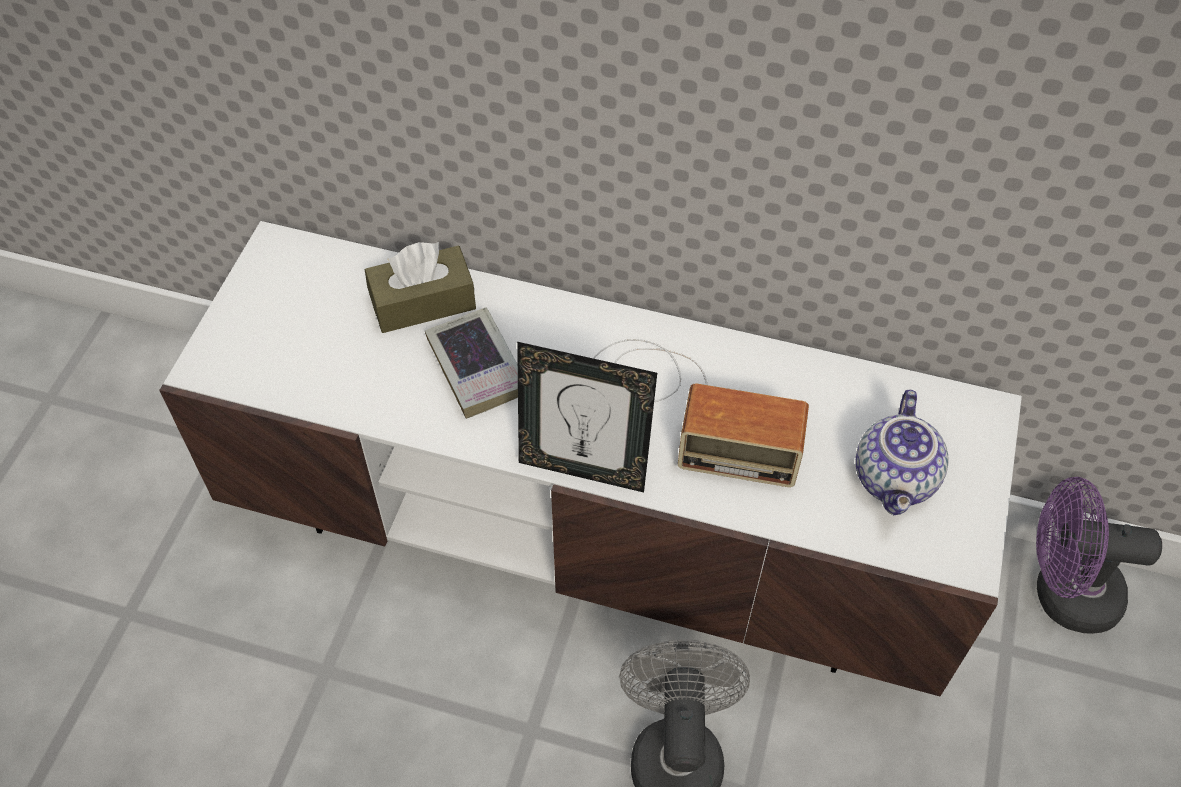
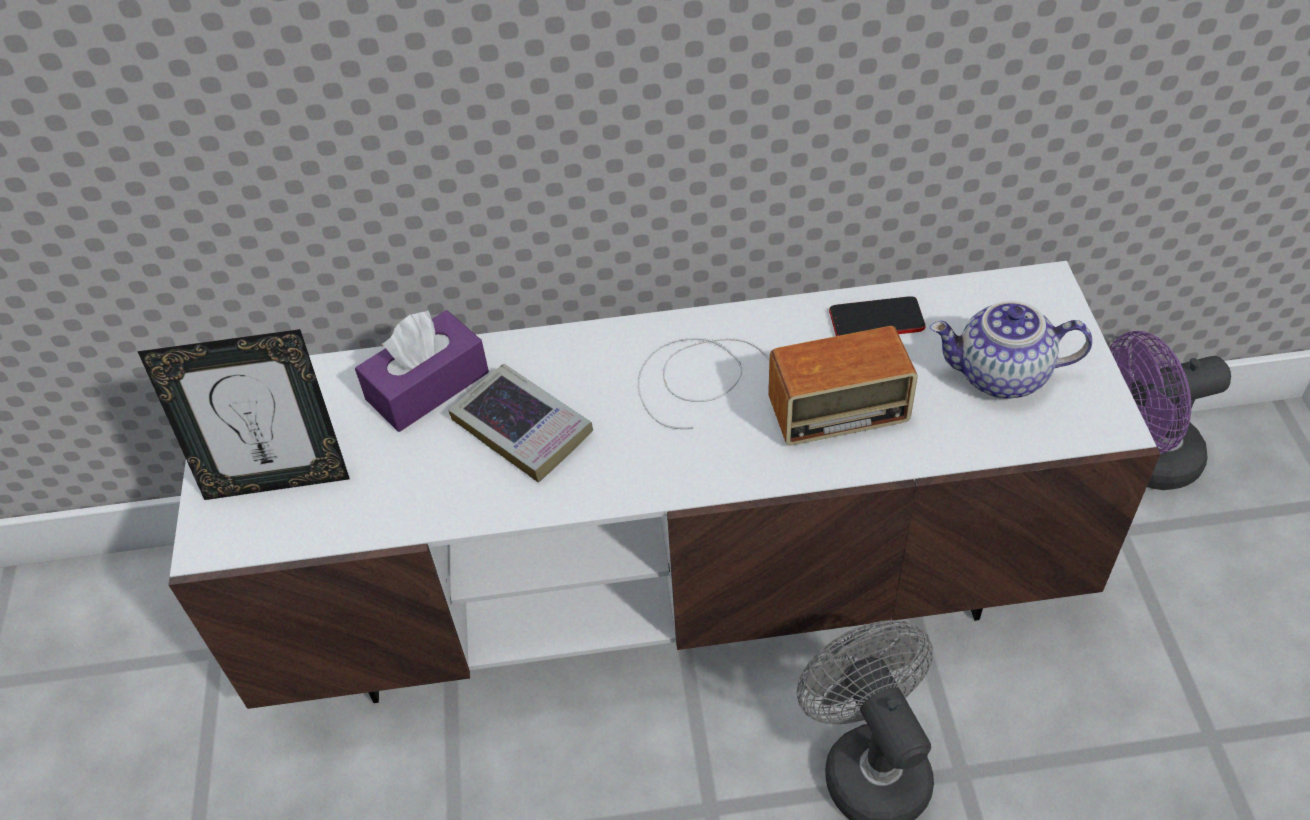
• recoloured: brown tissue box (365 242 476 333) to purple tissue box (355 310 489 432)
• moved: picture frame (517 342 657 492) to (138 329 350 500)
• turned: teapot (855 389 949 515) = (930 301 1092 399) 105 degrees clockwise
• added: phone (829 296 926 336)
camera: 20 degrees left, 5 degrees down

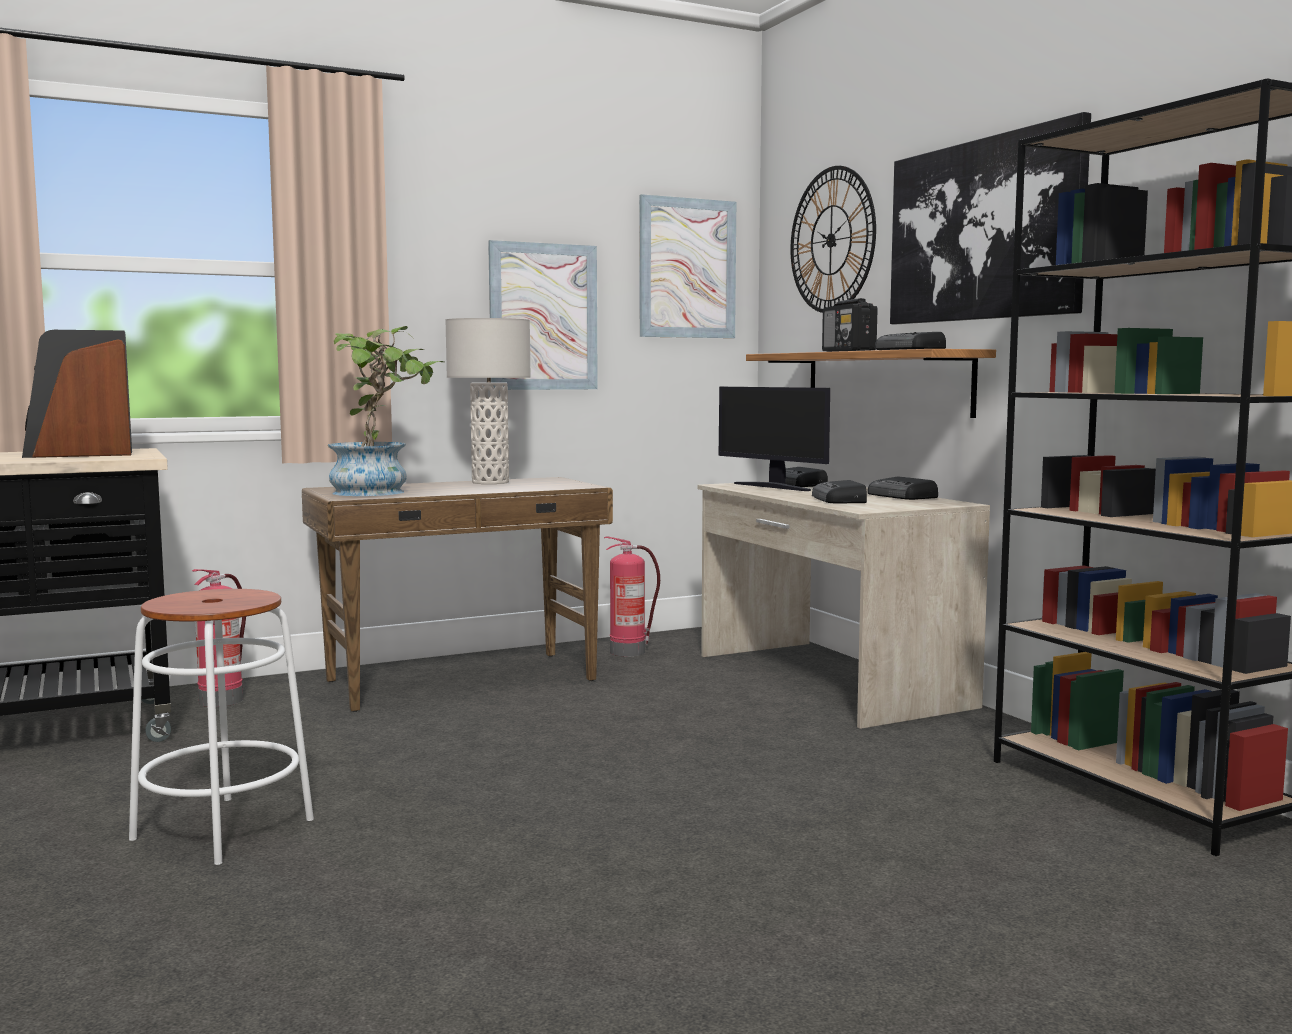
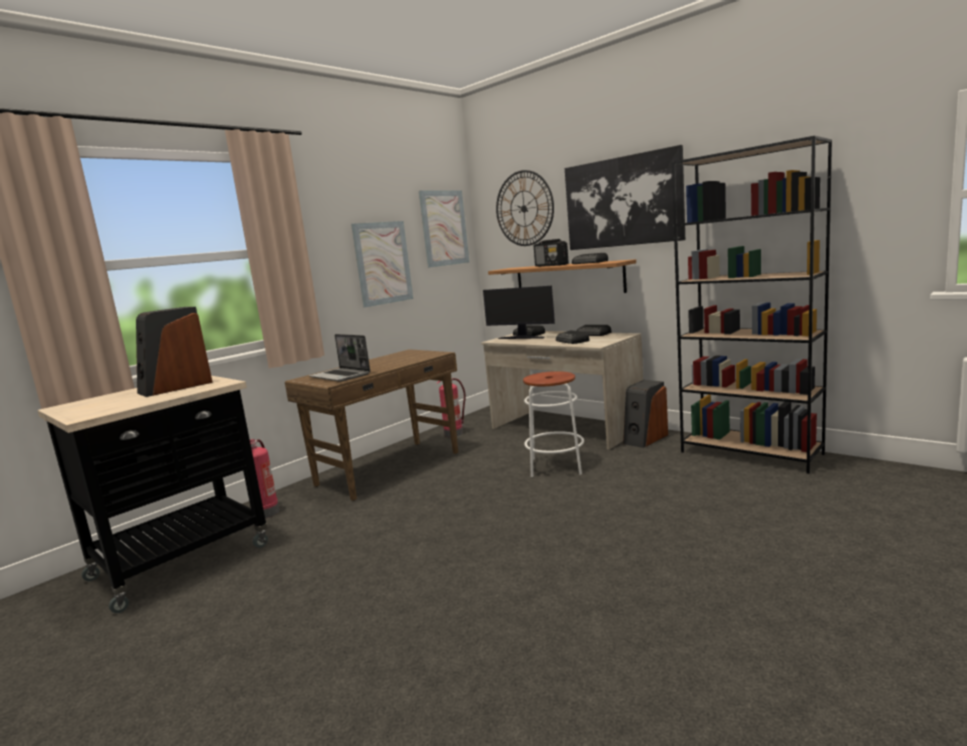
• removed: white table lamp (446 318 530 484)
• replaced: potted plant (328 326 444 496) to laptop (309 334 370 382)
• moved: white stool (129 589 314 865) to (523 371 584 477)
• added: speaker (623 380 668 448)
camera: 20 degrees left, 5 degrees up

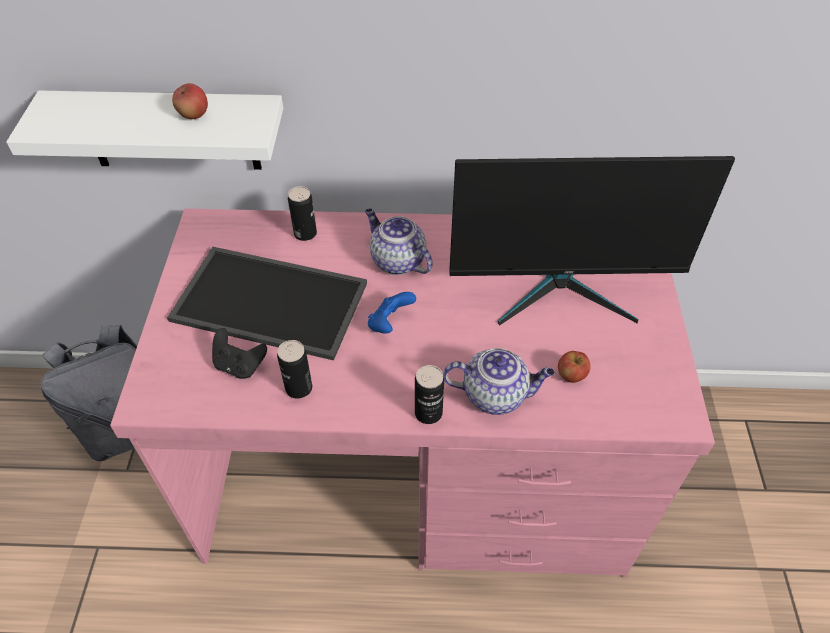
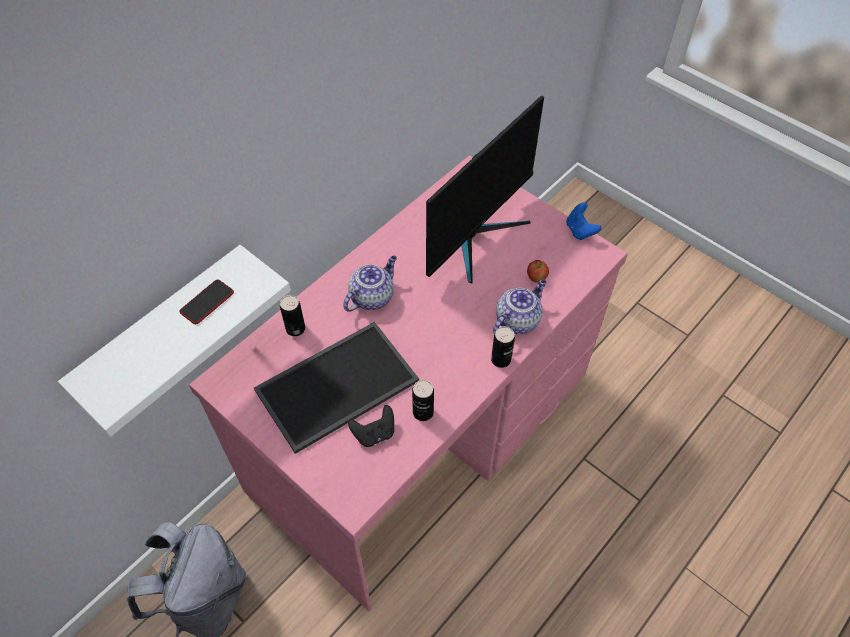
• replaced: apple (172 83 208 119) to phone (179 279 234 324)
• turned: teapot (365 208 433 275) = (343 256 397 312) 135 degrees clockwise
• moved: blue game controller (368 292 416 334) to (566 202 601 240)
camera: 50 degrees left, 5 degrees up

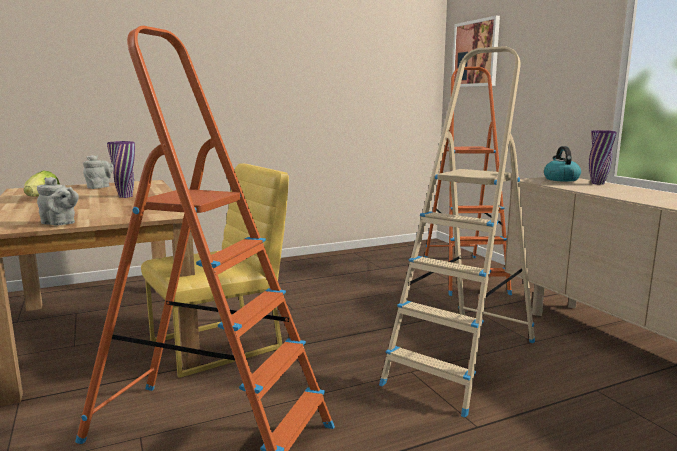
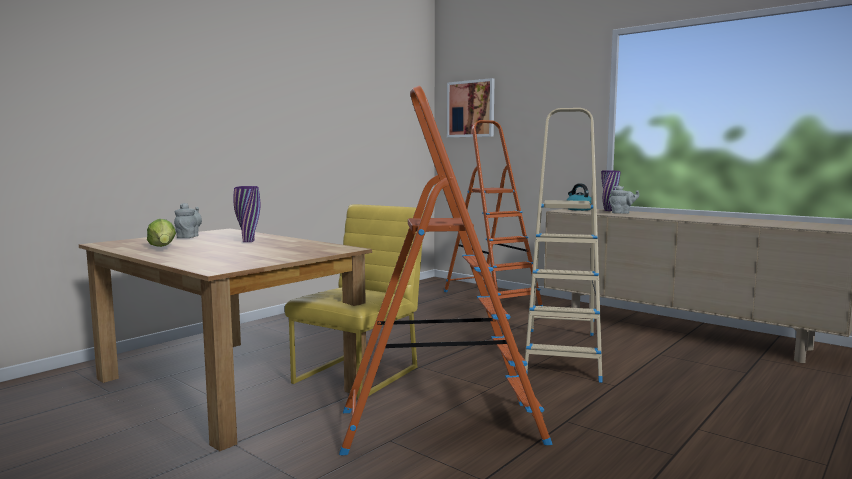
• moved: grey teapot (37 177 79 225) to (610 186 639 213)
camera: 25 degrees left, 5 degrees down

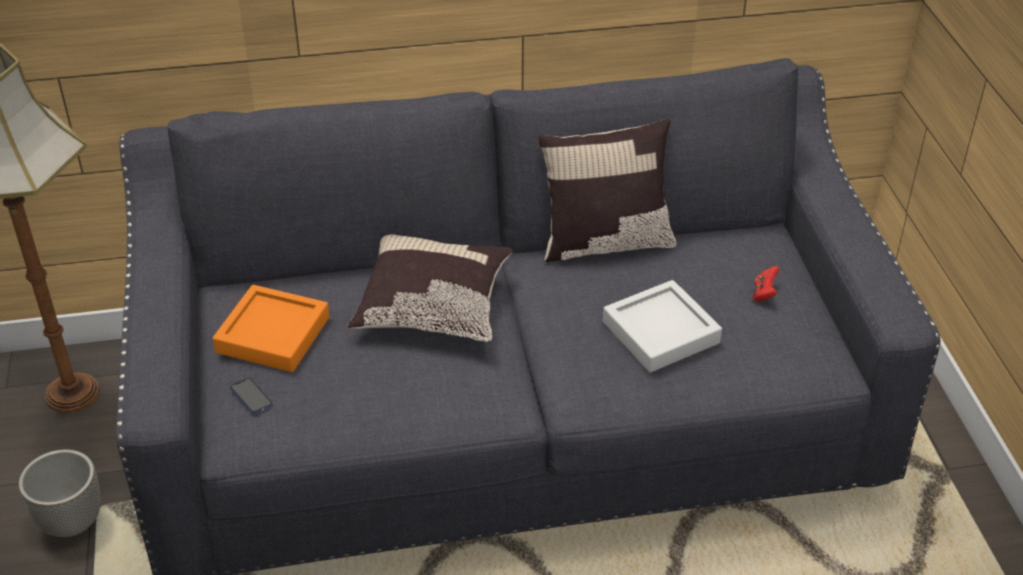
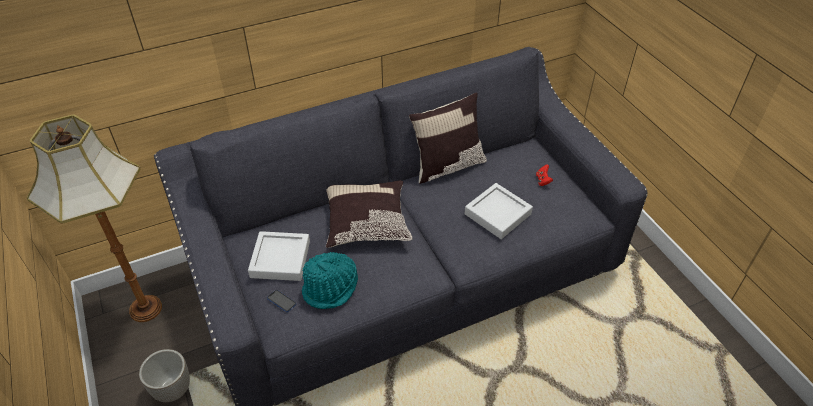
• recoloured: orange tray (212 285 330 372) to grey tray (248 231 310 281)
• added: turquoise hat (302 252 358 309)
camera: 15 degrees left, 5 degrees up

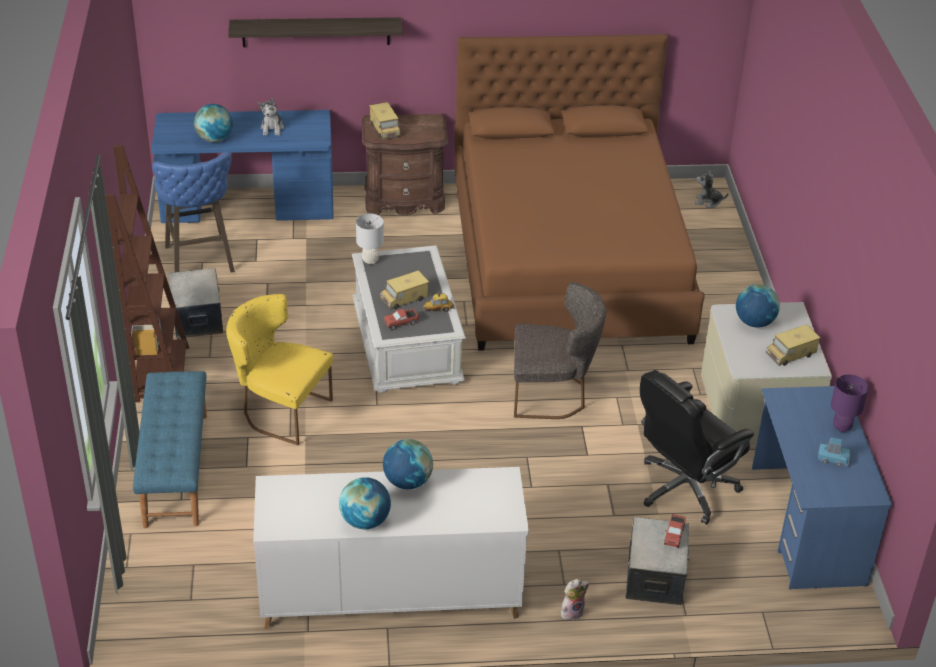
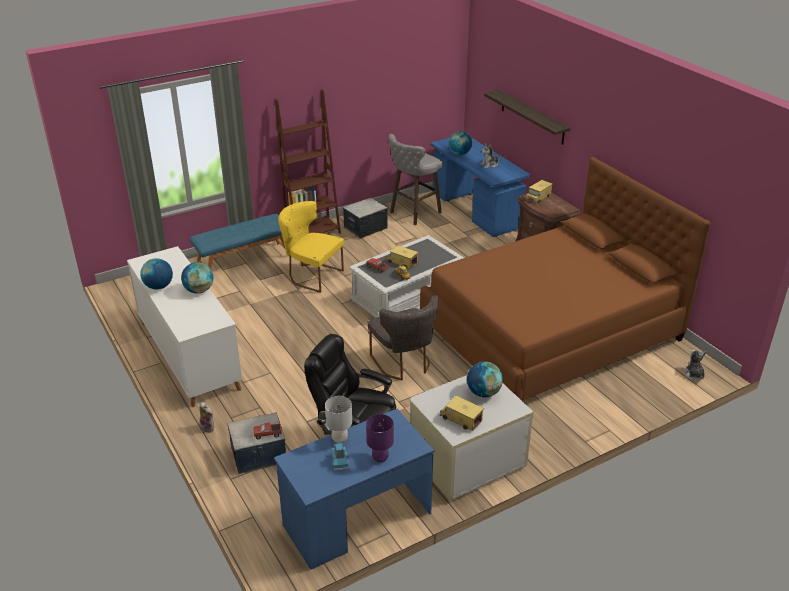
• recoloured: blue stool (152 151 235 273) to grey stool (389 134 443 225)
• moved: grey table lamp (356 214 384 264) to (325 396 352 443)
• turned: yellow chair (226 294 333 445) = (278 201 344 293) 60 degrees counterclockwise
camera: 65 degrees right, 5 degrees down

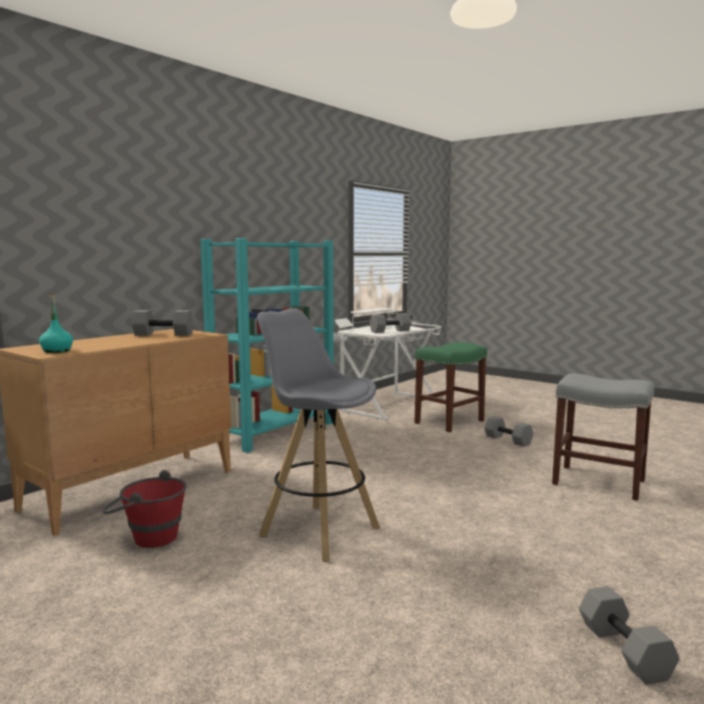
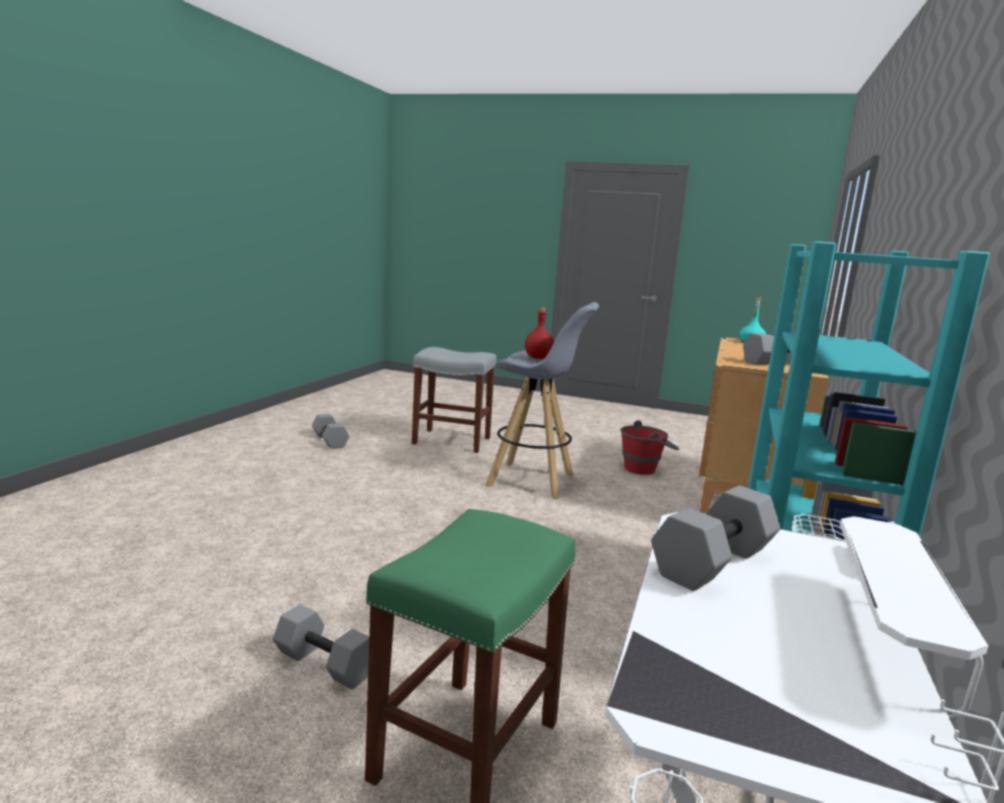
• moved: grey stool (552 373 654 501) to (412 347 497 453)
• added: red bottle (525 307 554 359)
camera: 160 degrees right, 5 degrees up

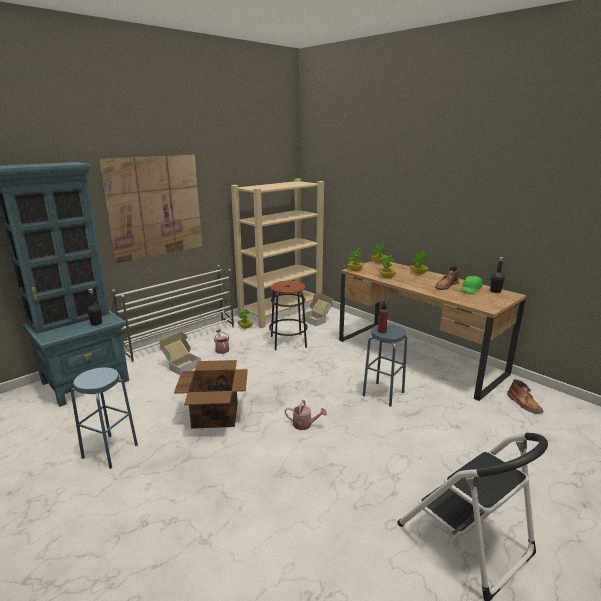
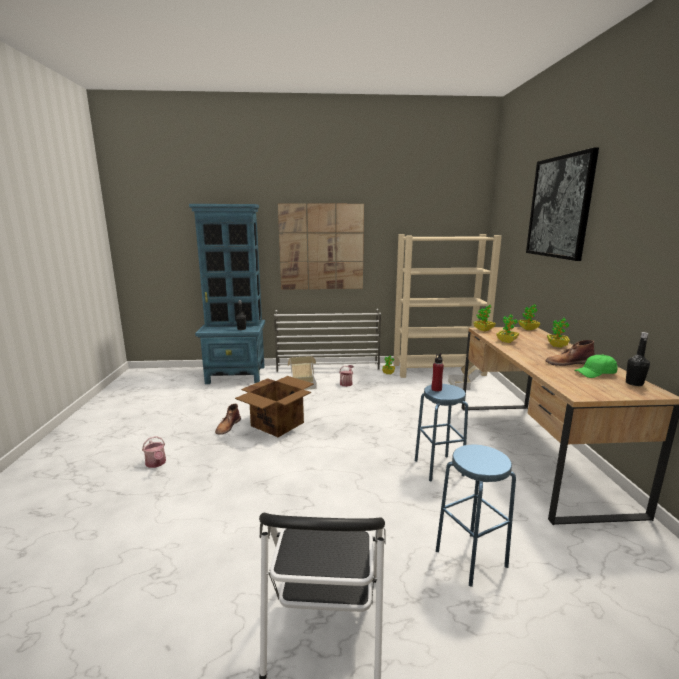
• removed: black stool (269 281 308 350)
• moved: blue stool (71 367 138 469) to (436 445 516 587)
• moved: brown boot (507 379 543 414) to (215 404 241 435)
• moved: watering can (285 400 327 430) to (142 436 166 468)
• added: picture (526 147 599 261)
camera: 40 degrees right, 5 degrees down

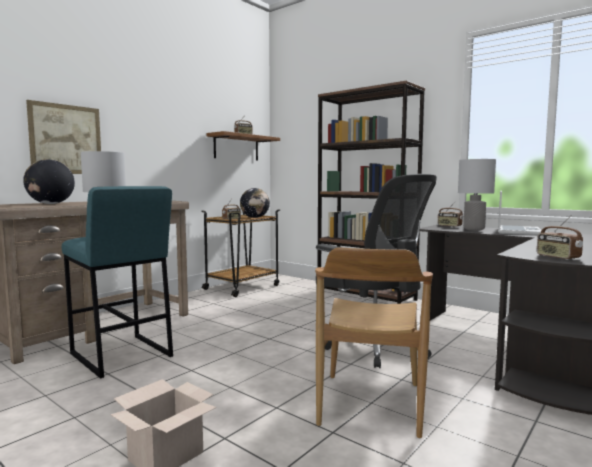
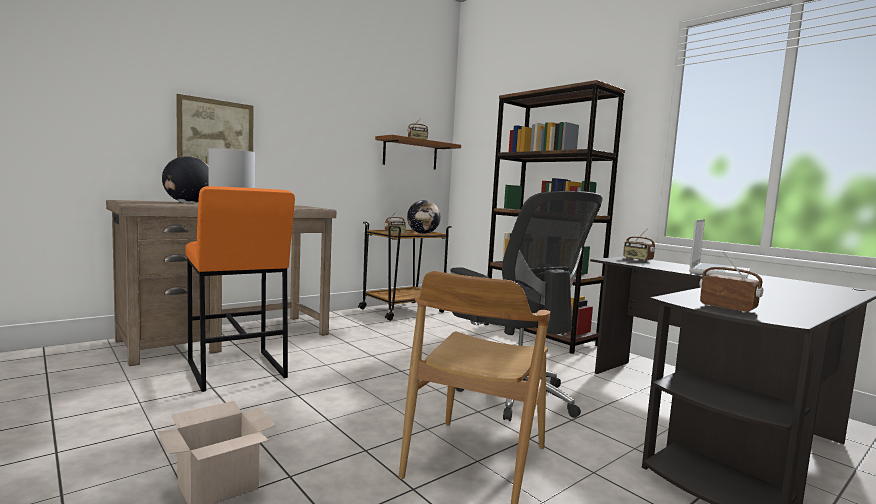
• removed: grey table lamp (458 159 496 231)
• recoloured: turquoise stool (62 186 173 379) to orange stool (185 186 295 392)
• turned: radio (537 215 583 260) = (699 252 763 313) 150 degrees clockwise
camera: 10 degrees right, 0 degrees up

